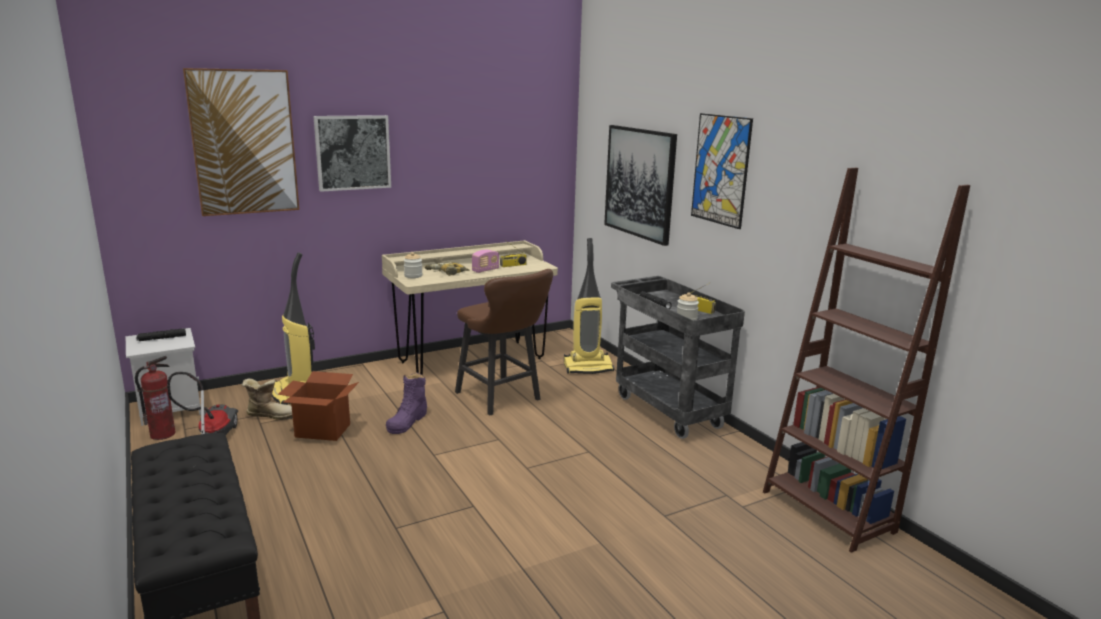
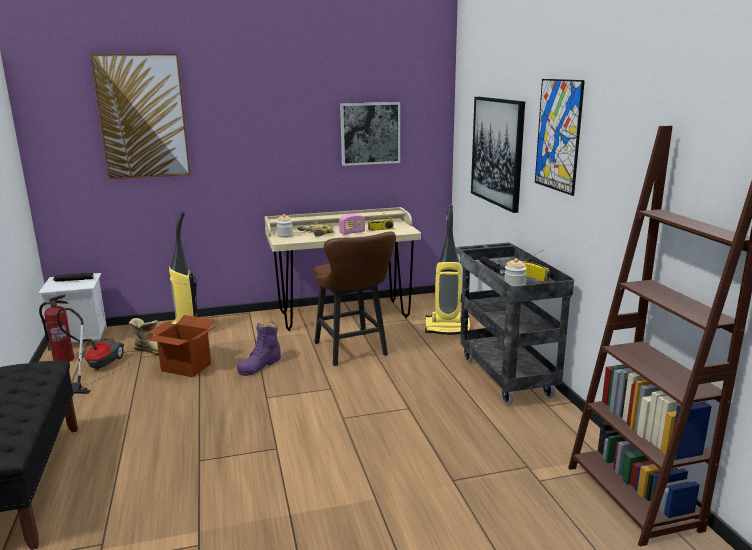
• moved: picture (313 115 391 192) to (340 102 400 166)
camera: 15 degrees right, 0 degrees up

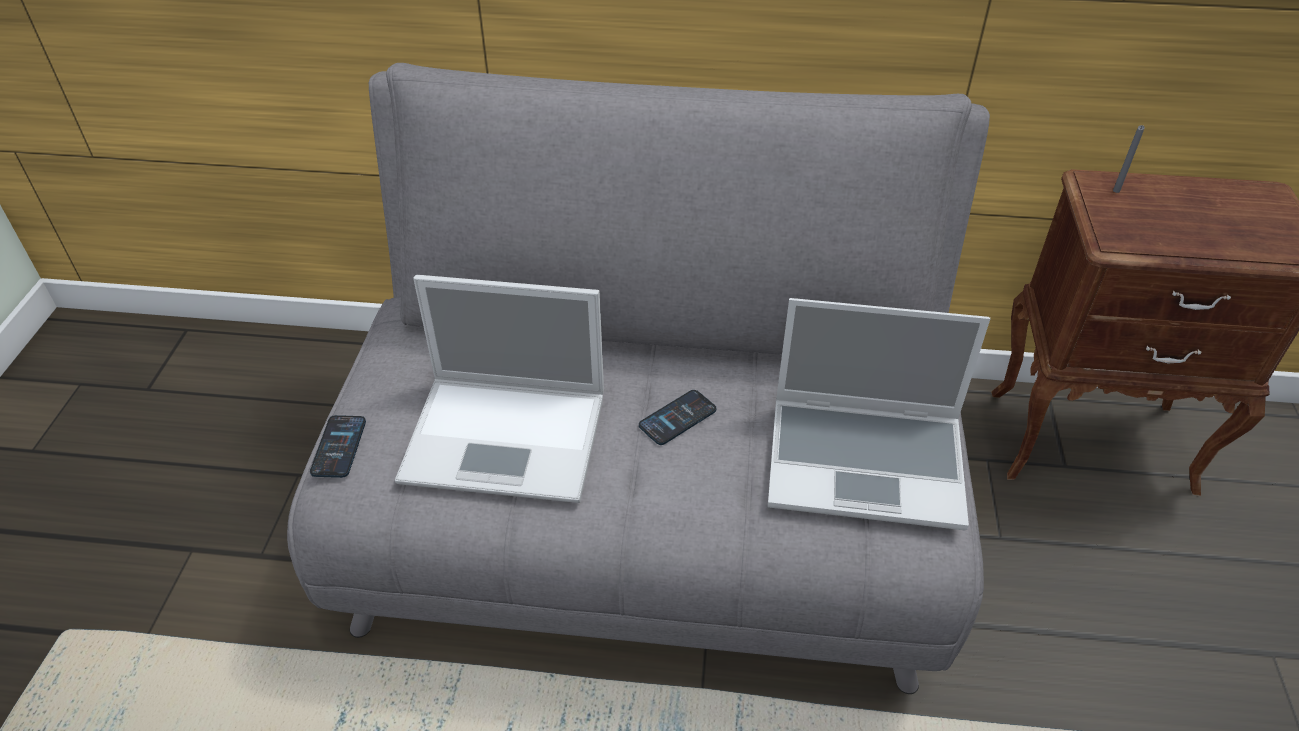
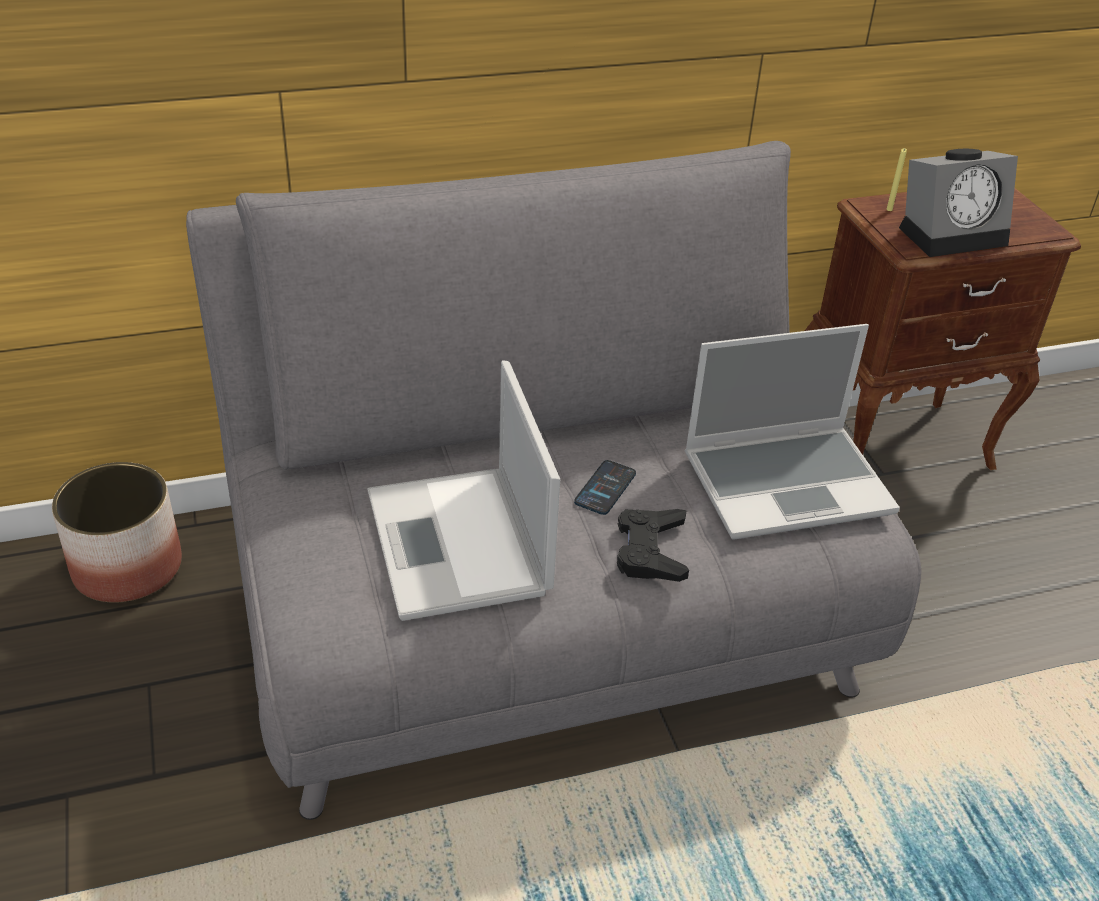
• recoloured: grey candle (1113 125 1145 193) to yellow candle (887 148 907 211)
• turned: laptop (395 275 604 503) = (367 361 560 621) 90 degrees clockwise
• removed: phone (310 415 366 478)
• added: alarm clock (899 149 1018 257)
• added: planter (52 462 182 603)
• added: black game controller (617 509 689 582)
camera: 25 degrees left, 5 degrees down

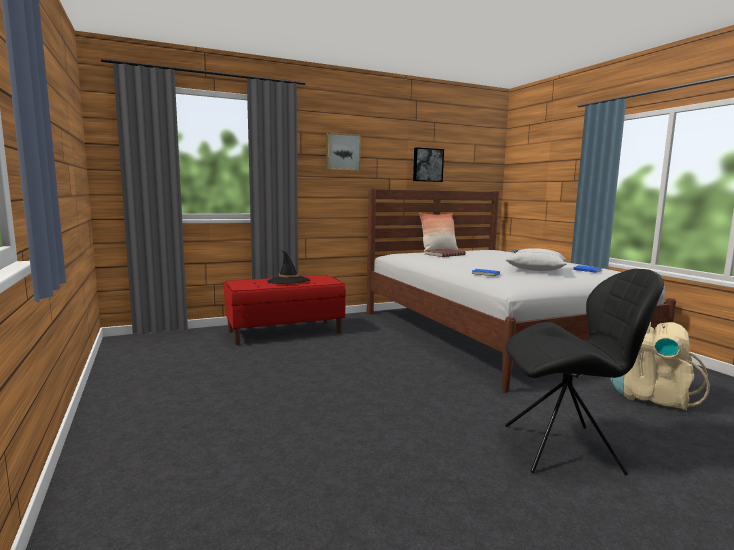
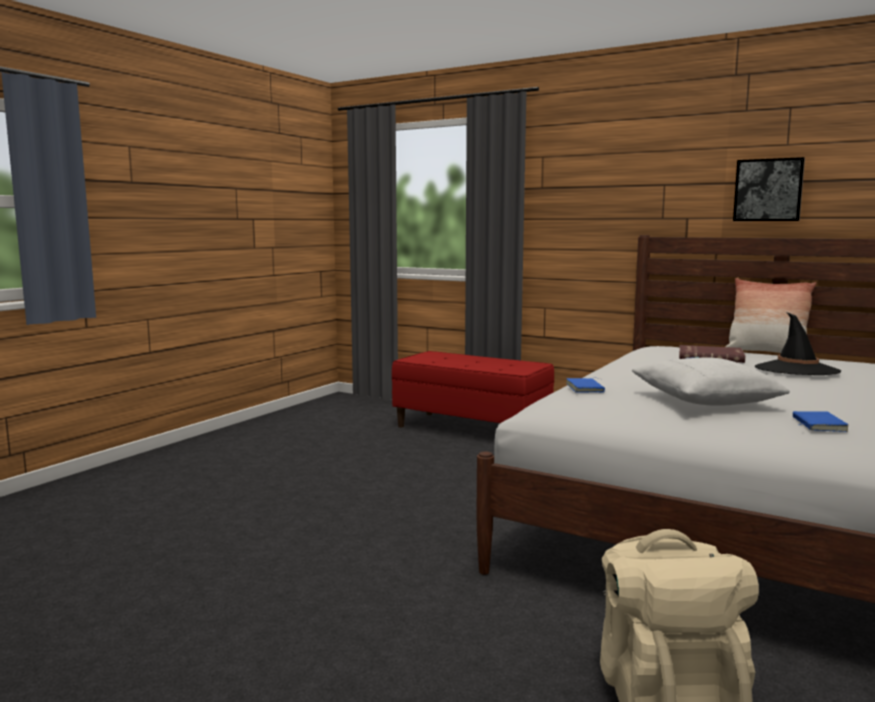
• removed: picture (326 132 361 171)
• moved: black hat (267 251 310 284) to (755 312 841 375)
• removed: black chair (505 269 664 475)
camera: 55 degrees right, 0 degrees up

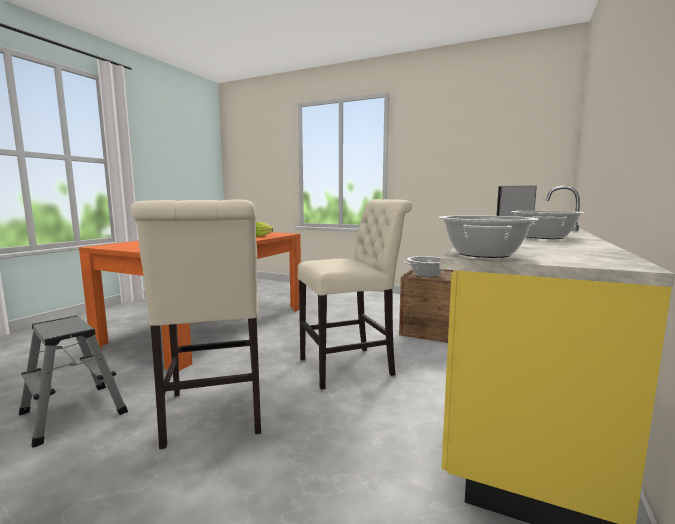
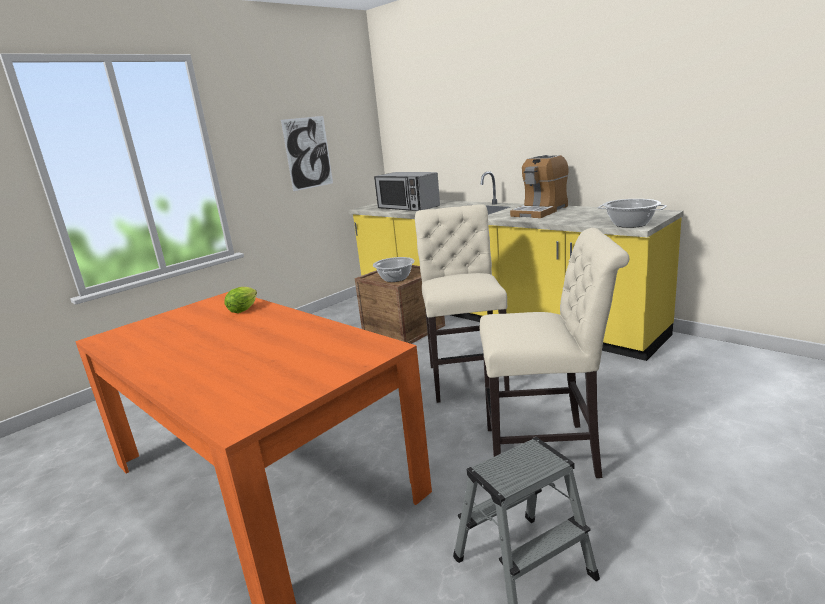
• replaced: cooking pot (511 211 585 239) to coffee machine (510 155 569 218)
• added: picture (281 116 333 191)
camera: 70 degrees left, 10 degrees up

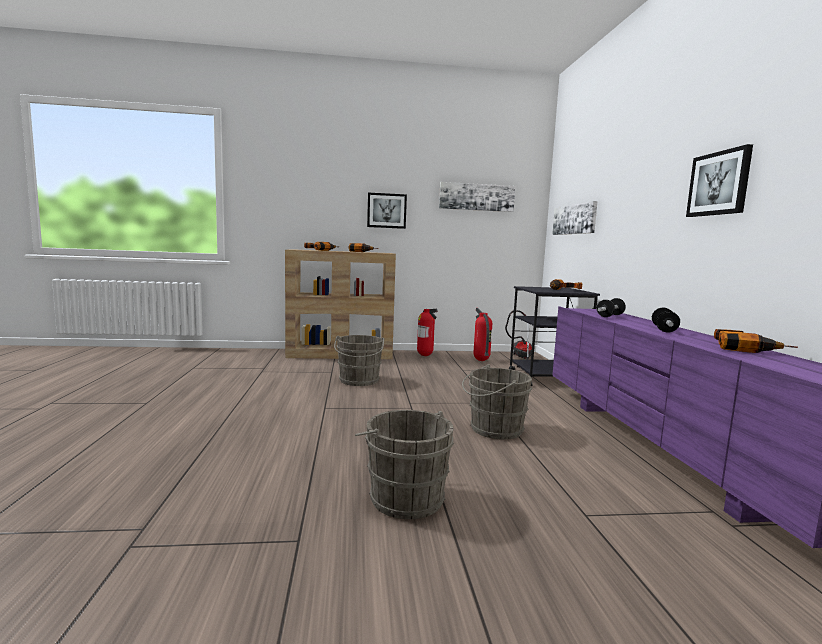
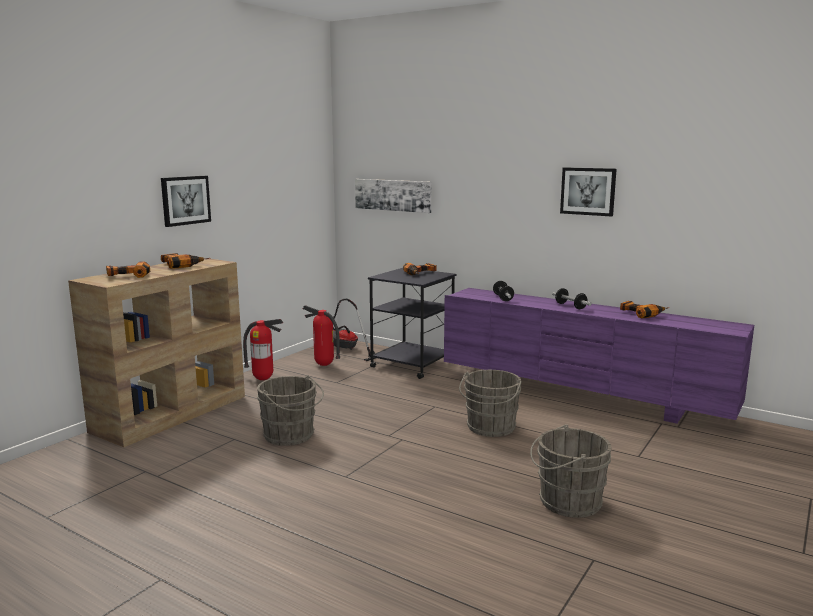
• removed: picture (439 182 515 212)
camera: 50 degrees left, 5 degrees up

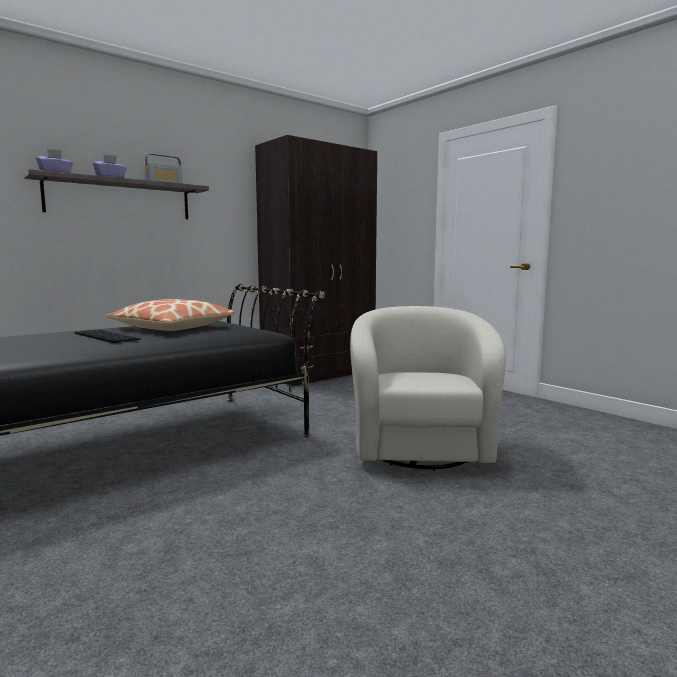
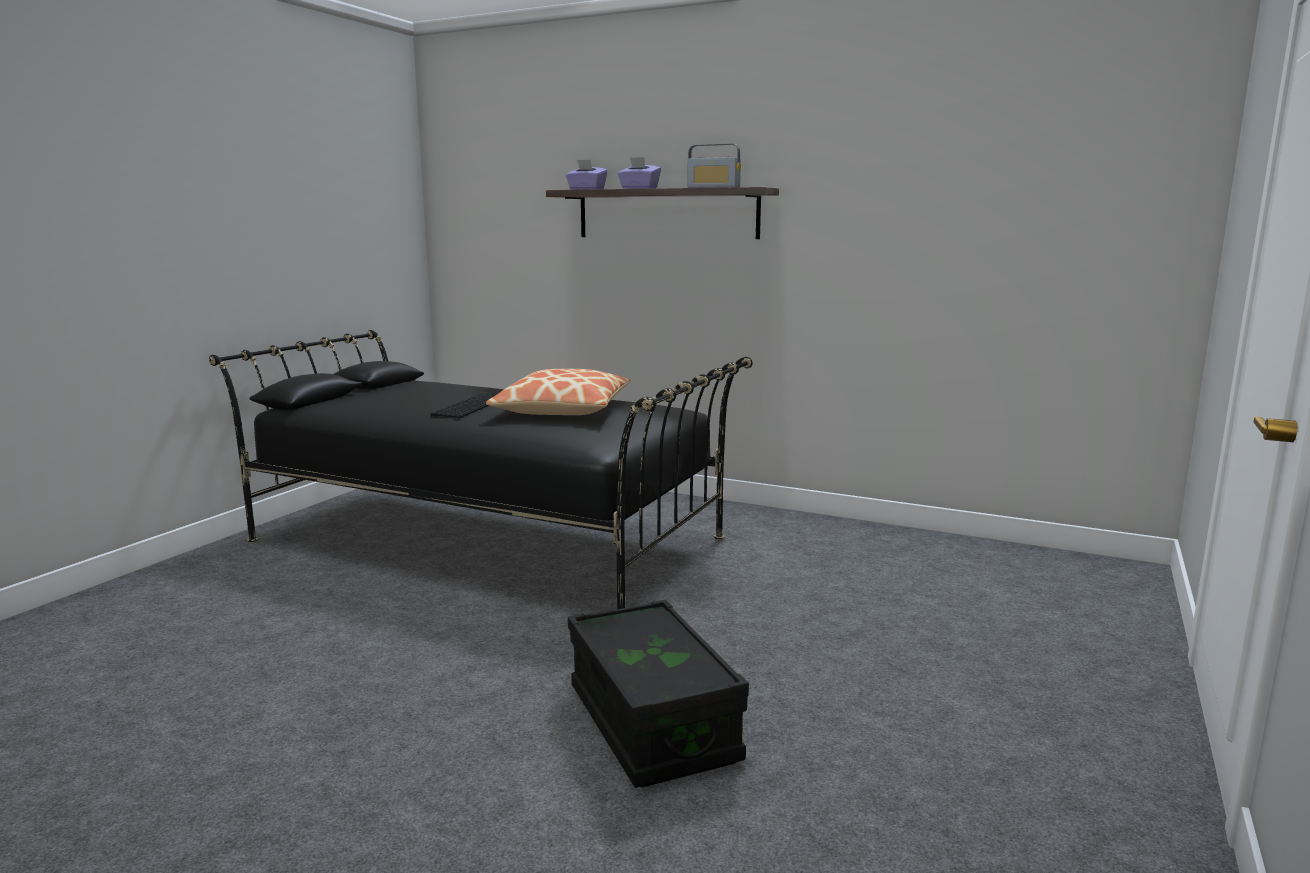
• removed: brown wardrobe (255 135 377 387)
• replaced: beige armchair (350 306 506 471) to black storage box (568 600 749 788)
camera: 65 degrees right, 5 degrees up

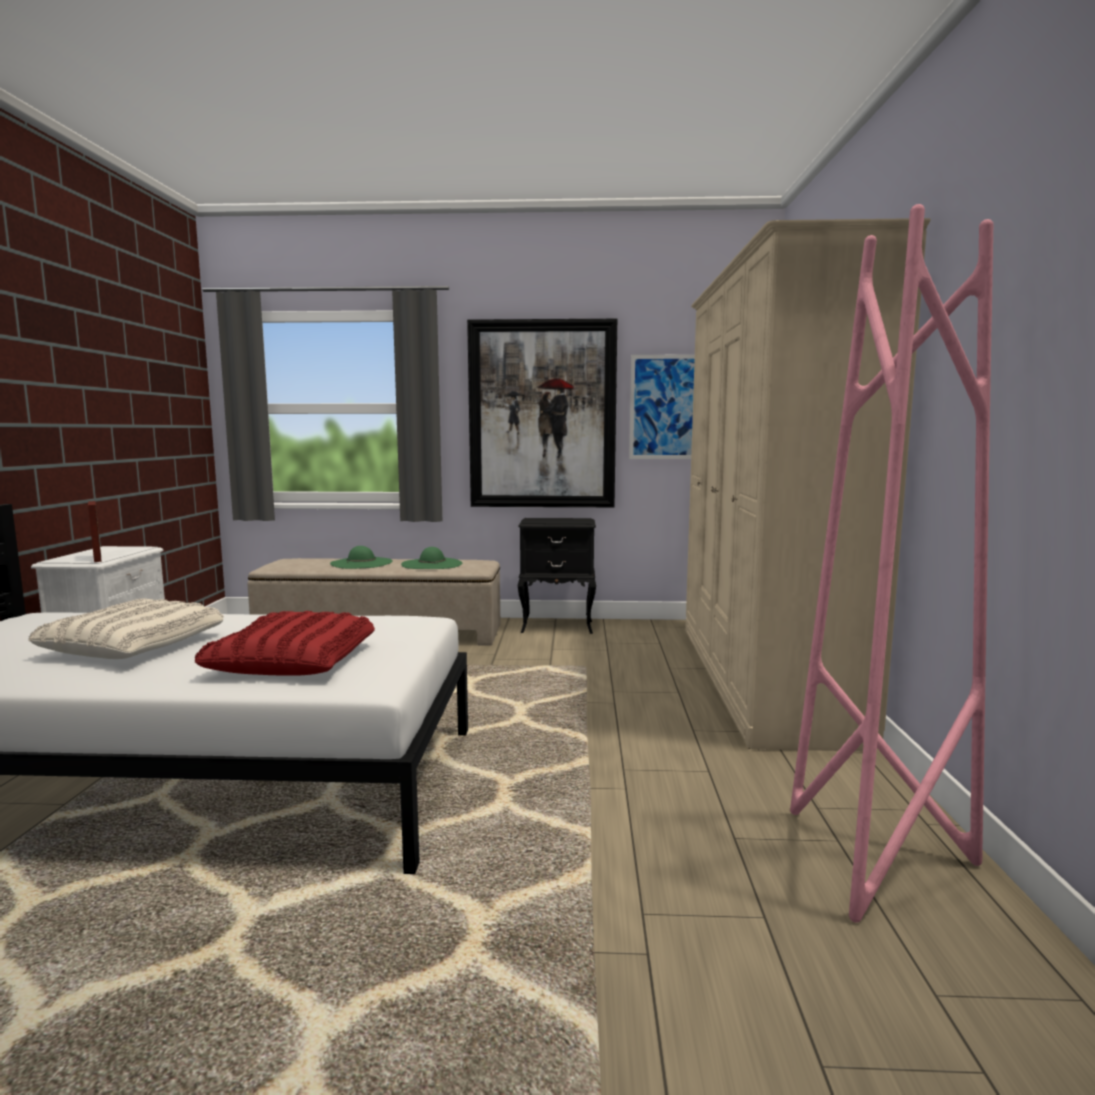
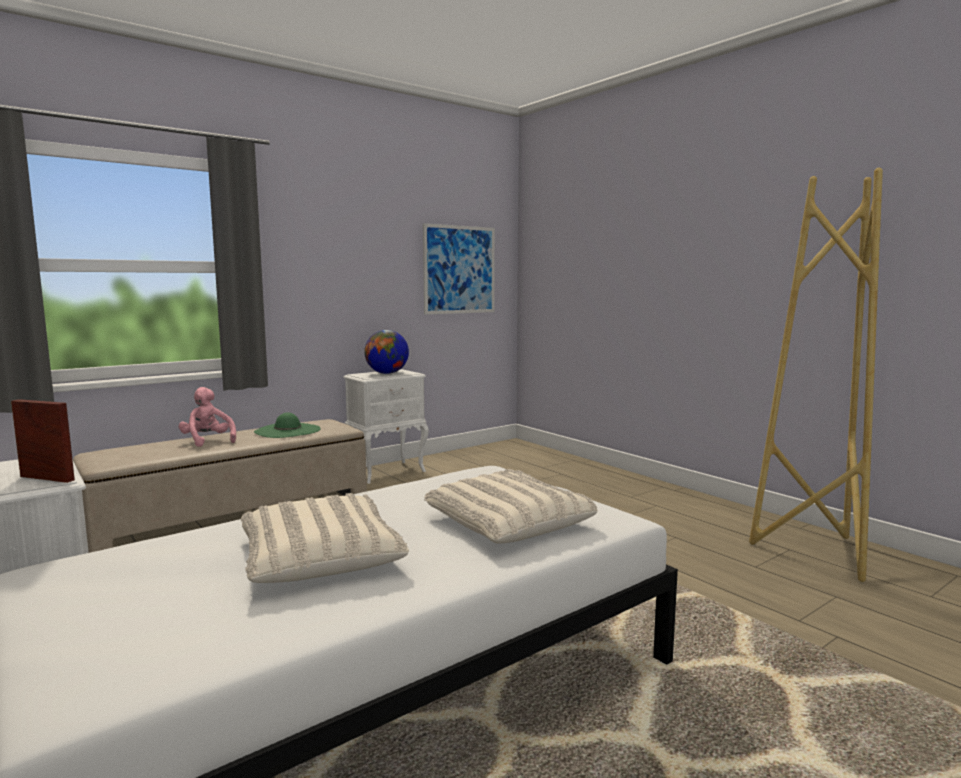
• recoloured: pink clothes rack (790 204 993 923) to yellow clothes rack (749 168 883 582)
• removed: beige wardrobe (685 218 931 752)
• removed: picture (467 319 617 507)
• recoloured: black nightstand (518 518 596 634) to white nightstand (343 369 429 484)
• replaced: green hat (330 546 393 569) to pink plush toy (179 387 236 447)
• recoloured: red pillow (194 611 375 676) to beige pillow (424 469 597 543)
• added: globe (364 330 409 374)
camera: 40 degrees left, 0 degrees up

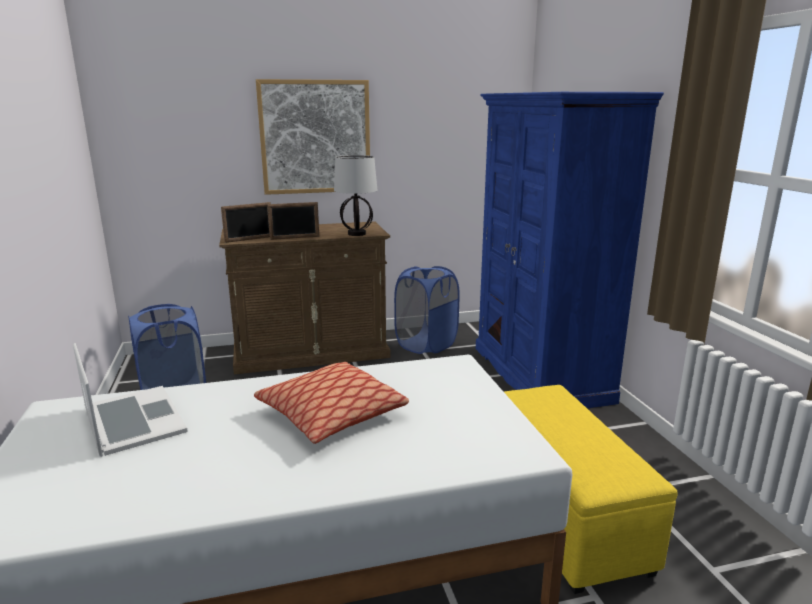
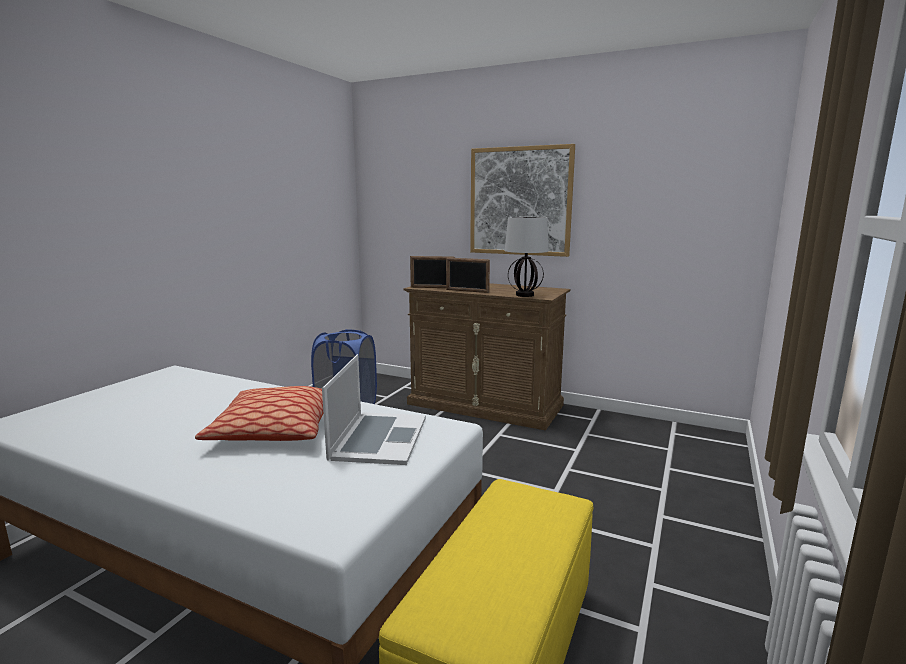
• removed: blue wardrobe (476 92 664 408)
• removed: blue laundry basket (394 266 460 354)
• moved: laptop (73 343 188 457) to (322 354 426 465)
camera: 40 degrees right, 5 degrees down

